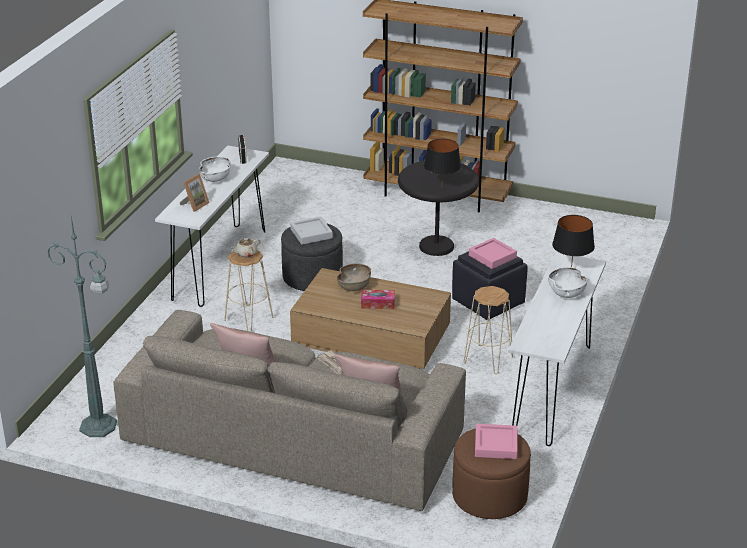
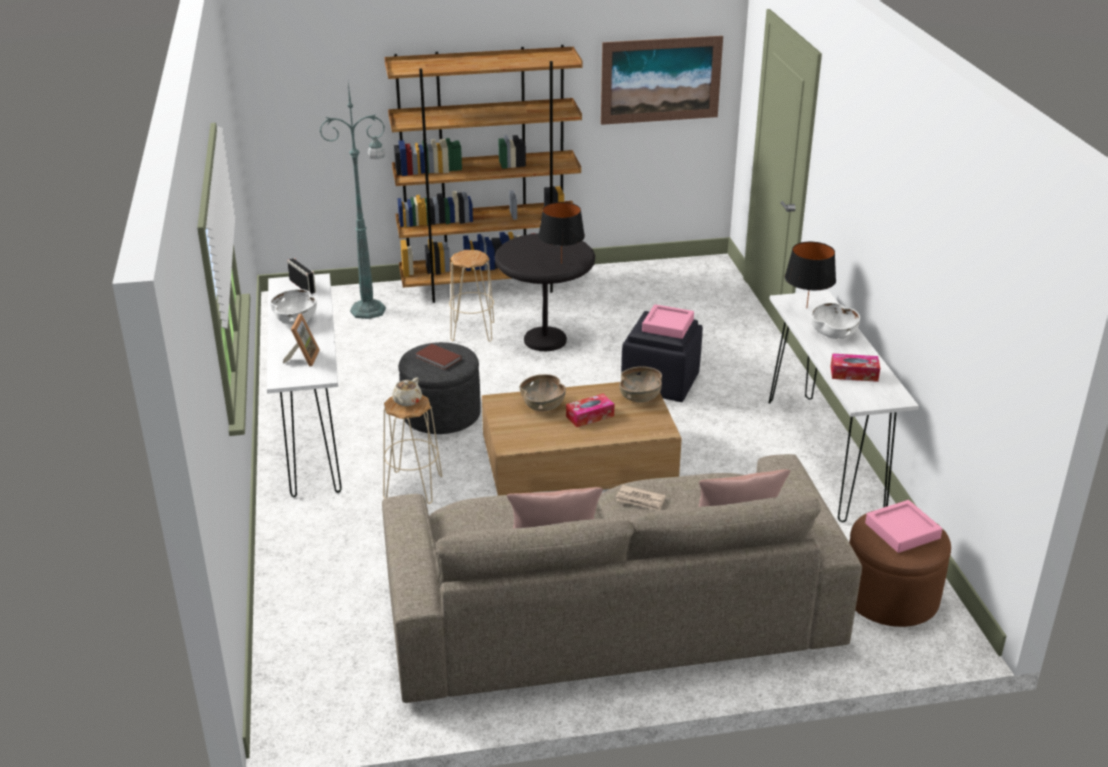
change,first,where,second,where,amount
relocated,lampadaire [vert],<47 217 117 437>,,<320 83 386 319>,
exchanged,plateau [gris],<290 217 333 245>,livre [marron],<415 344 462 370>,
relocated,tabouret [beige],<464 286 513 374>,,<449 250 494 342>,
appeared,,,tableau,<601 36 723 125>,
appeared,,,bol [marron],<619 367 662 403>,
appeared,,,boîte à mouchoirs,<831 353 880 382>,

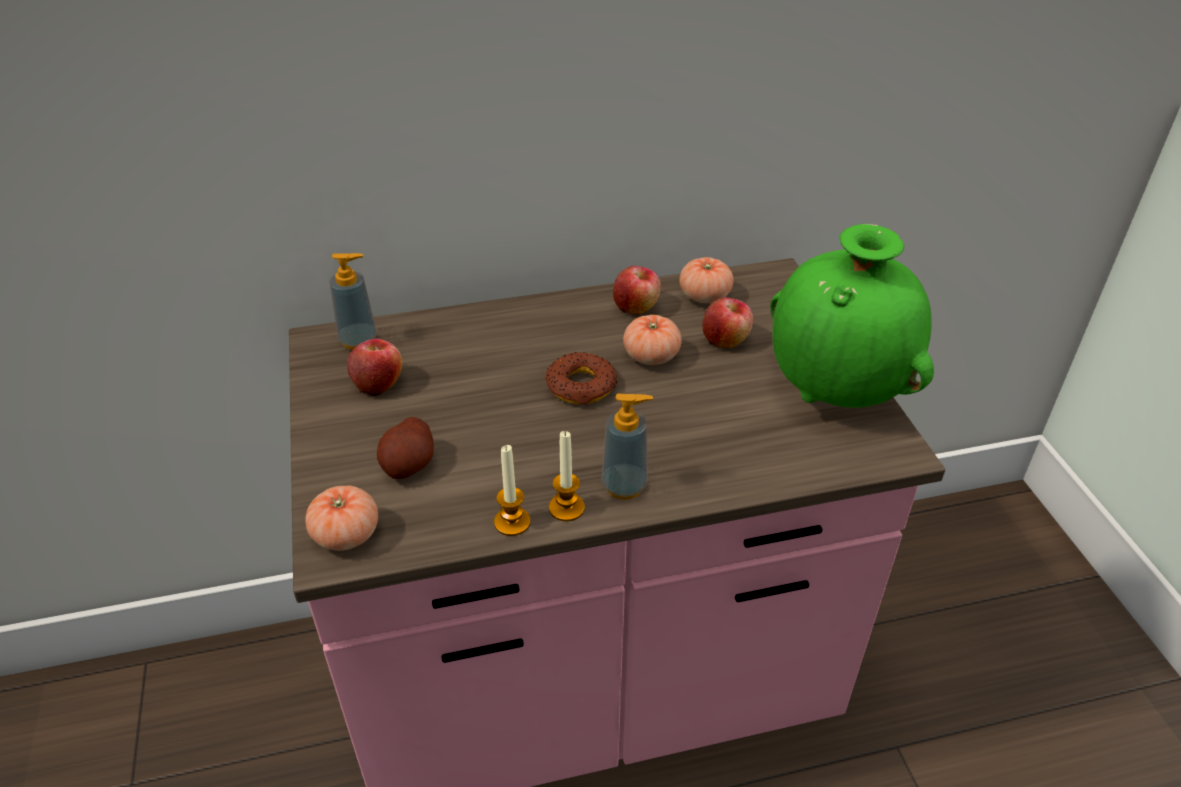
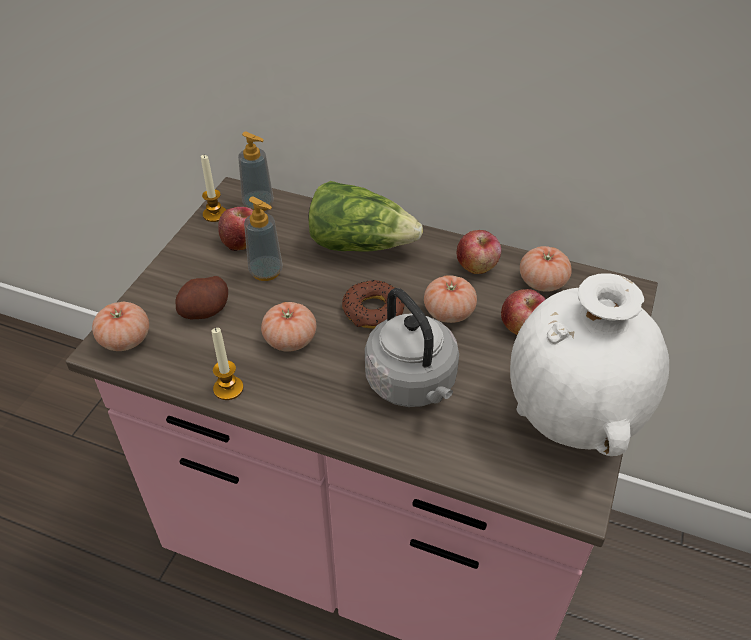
change,first,where,second,where,amount
relocated,bougie,<549 431 585 521>,,<201 155 226 222>,
relocated,distributeur de savon,<601 394 653 500>,,<244 197 283 281>,
appeared,,,tomate,<261 302 316 352>,
appeared,,,laitue,<308 181 423 252>,
appeared,,,bouilloire [gris],<365 288 459 407>,
colour,vase [vert],<770 224 934 408>,vase [blanc],<510 273 669 456>,

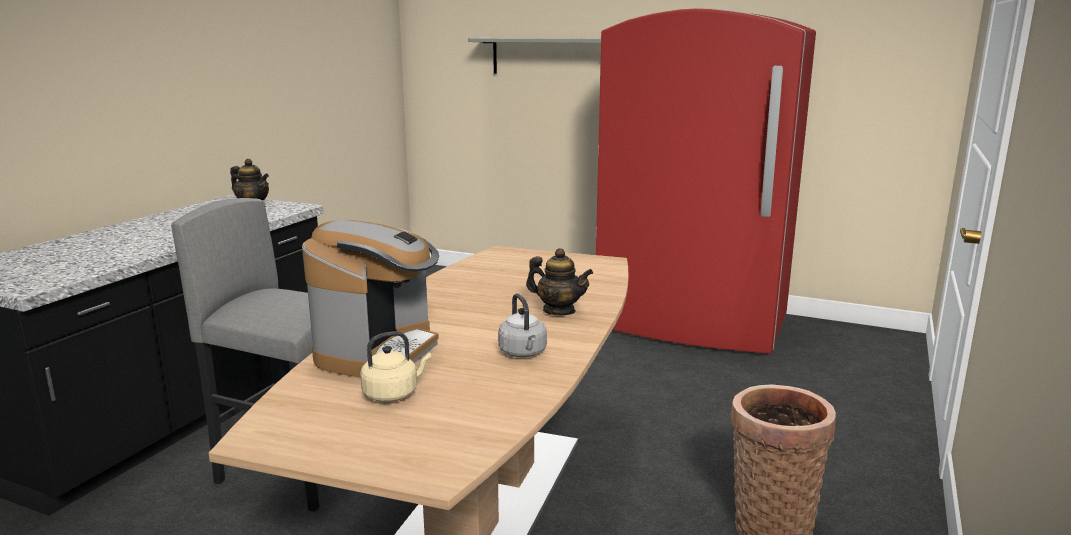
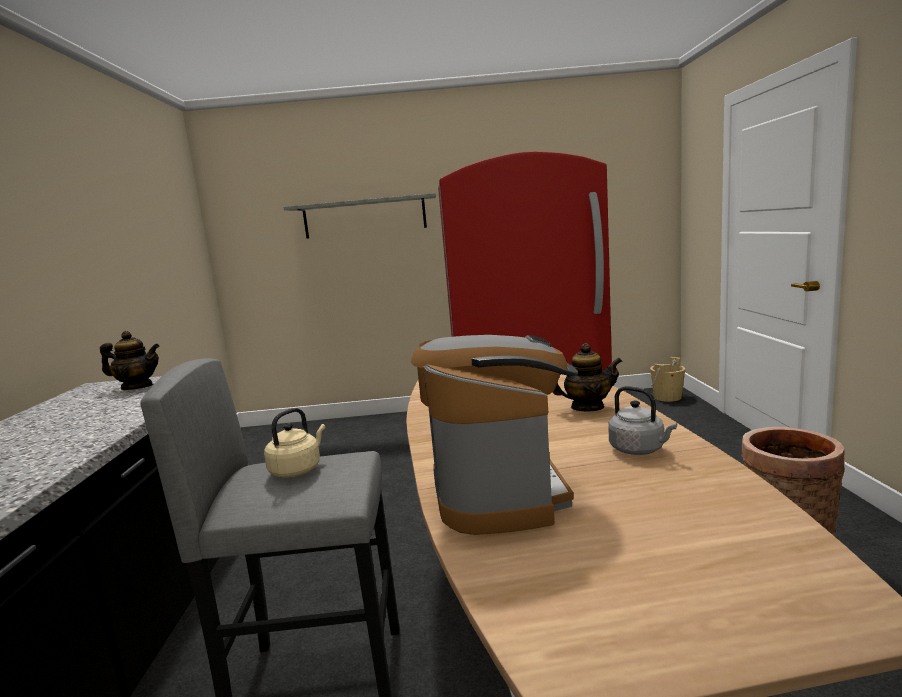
change,first,where,second,where,amount
relocated,bouilloire [beige],<360 331 431 402>,,<264 408 325 478>,
appeared,,,seau [beige],<650 357 685 402>,

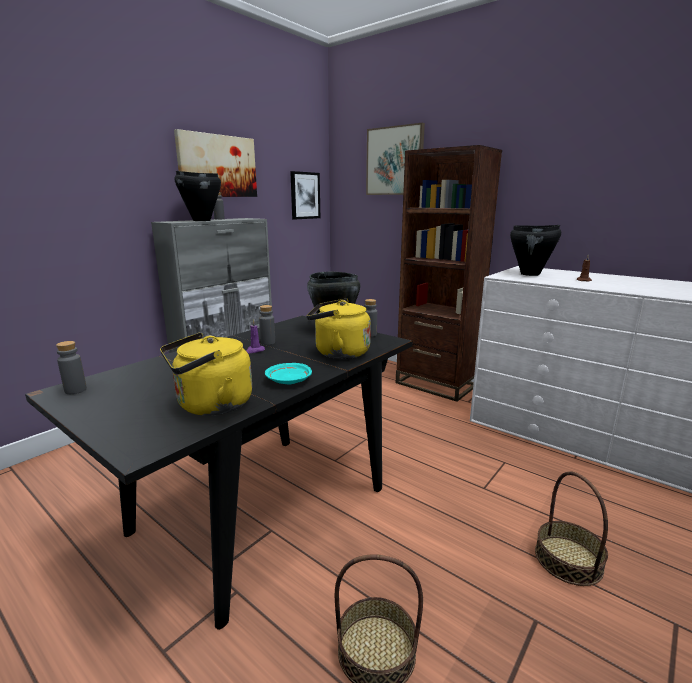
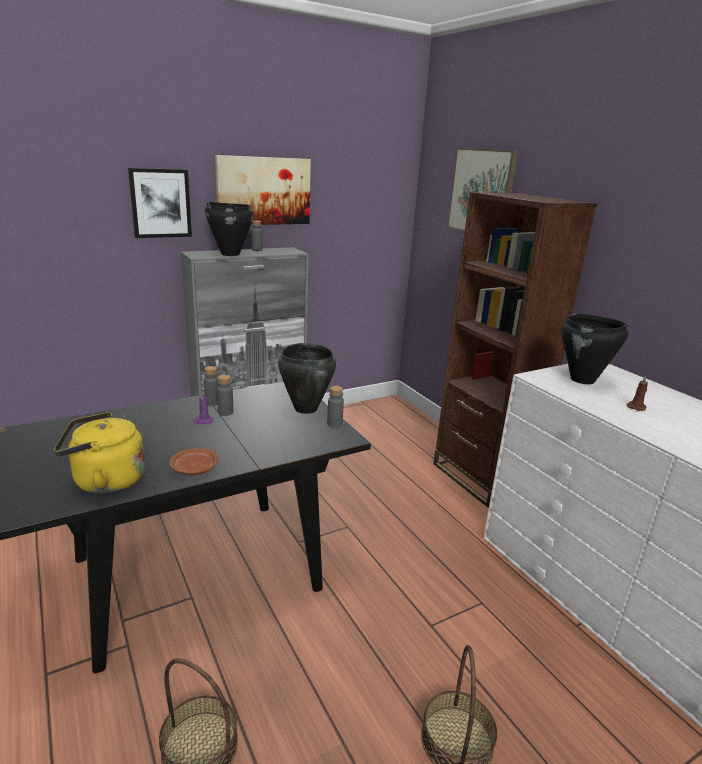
change,first,where,second,where,amount
relocated,tableau,<290 171 320 219>,,<128 168 192 238>,
colour,assiette [turquoise],<265 363 312 384>,assiette [marron],<169 448 218 475>,
relocated,bouteille [gris],<56 341 87 394>,,<204 366 219 406>,
missing,bouilloire [jaune],<306 298 371 359>,,,

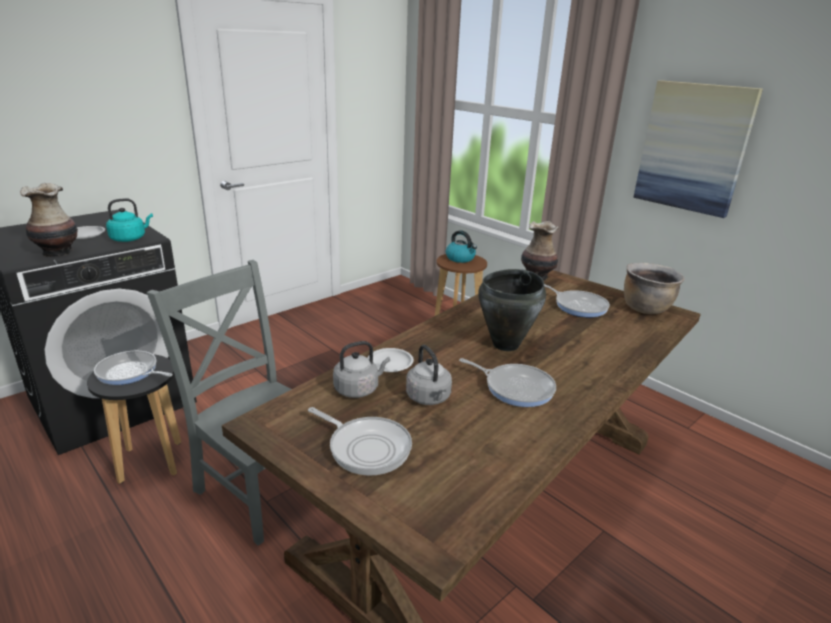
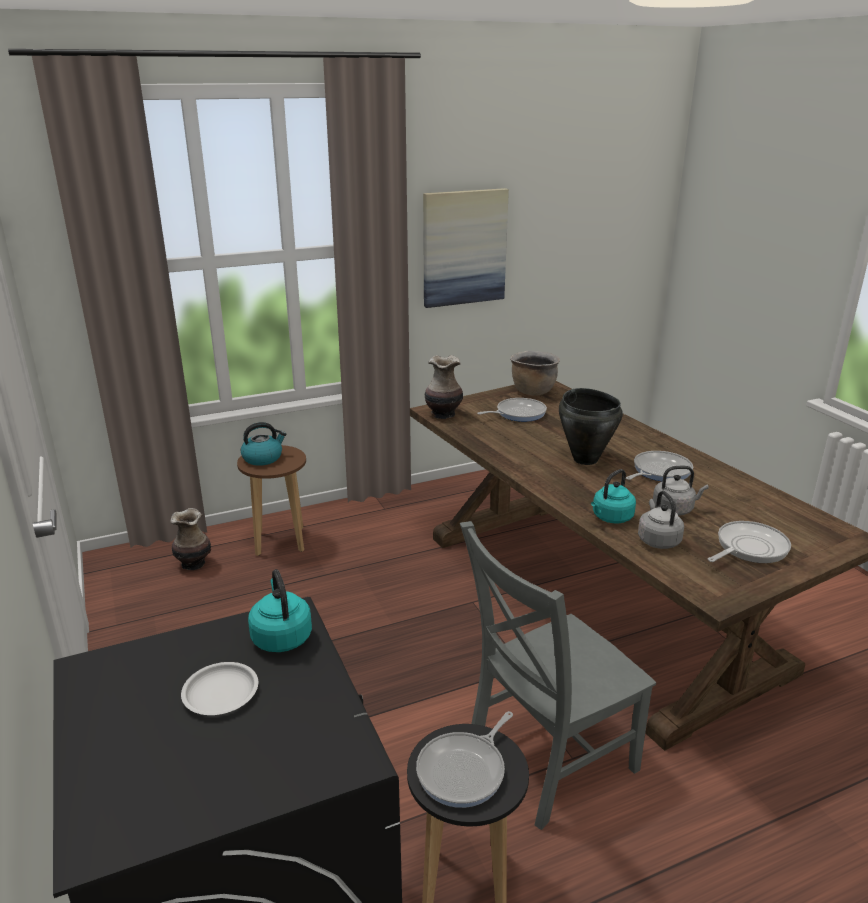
change,first,where,second,where,amount
relocated,vase,<20 183 78 257>,,<171 508 211 570>,
exchanged,assiette [blanc],<368 348 414 372>,bouilloire [turquoise],<591 469 636 523>,

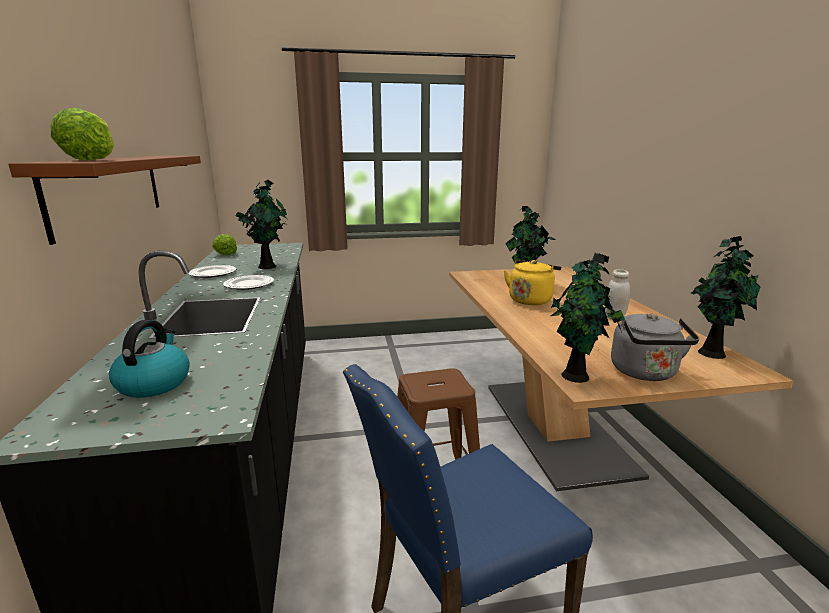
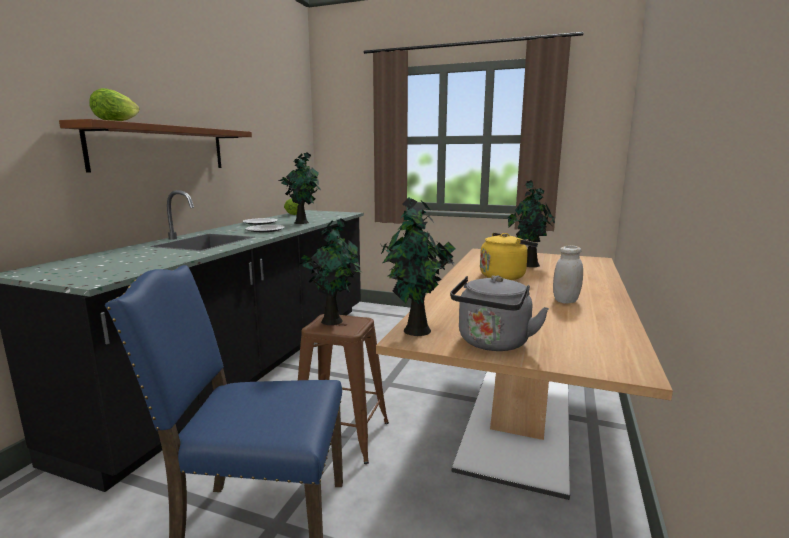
change,first,where,second,where,amount
relocated,plante en pot,<691 236 760 359>,,<300 218 362 325>,
missing,bouilloire,<109 320 190 398>,,,

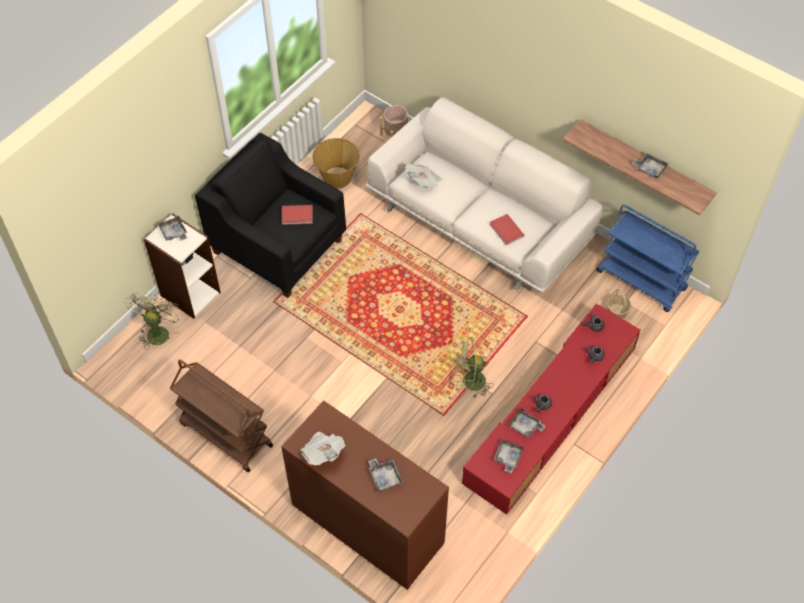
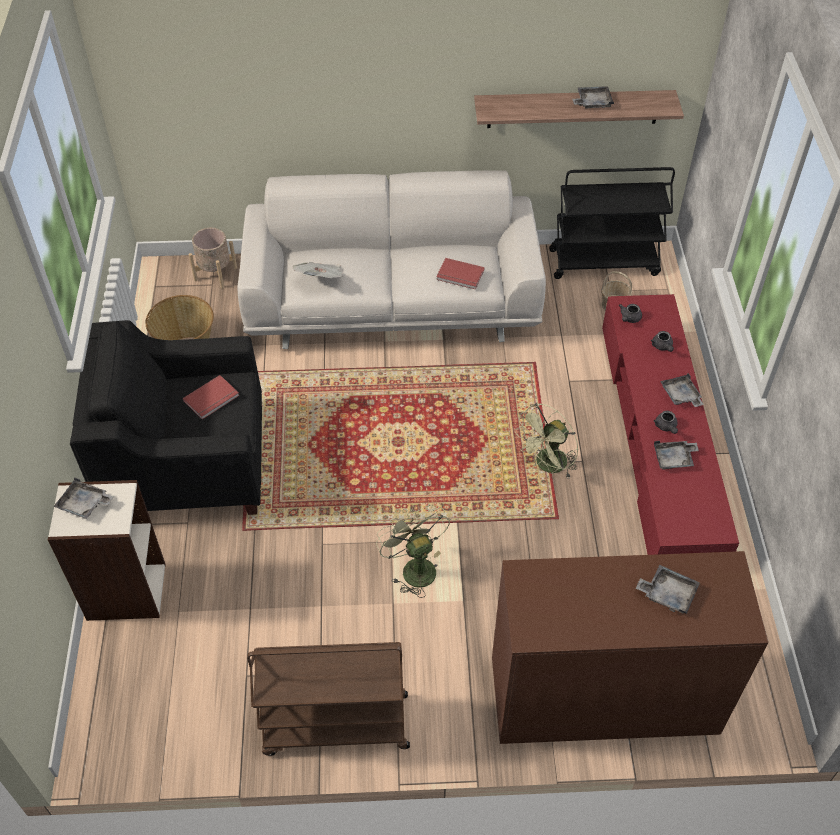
change,first,where,second,where,amount
relocated,ventilateur [vert],<130 292 181 349>,,<376 504 450 598>,
colour,chariot [bleu],<597 204 699 312>,chariot [noir],<549 167 675 279>,
relocated,plateau [gris],<493 439 524 473>,,<660 373 704 407>,
missing,journal,<301 432 345 465>,,,

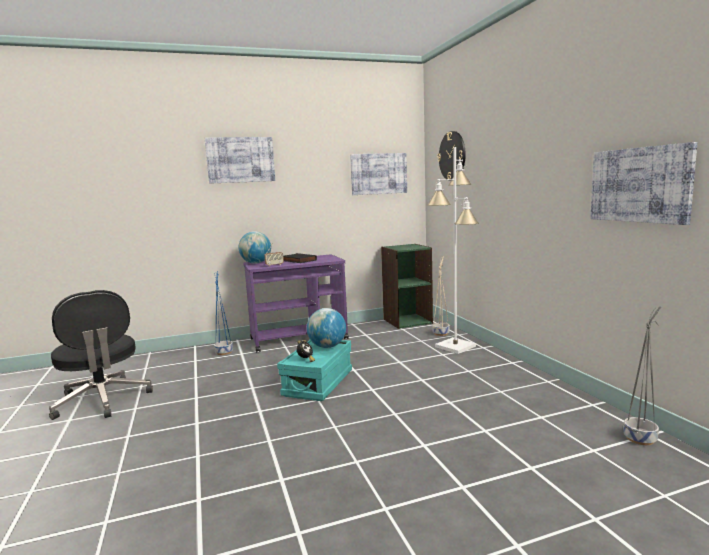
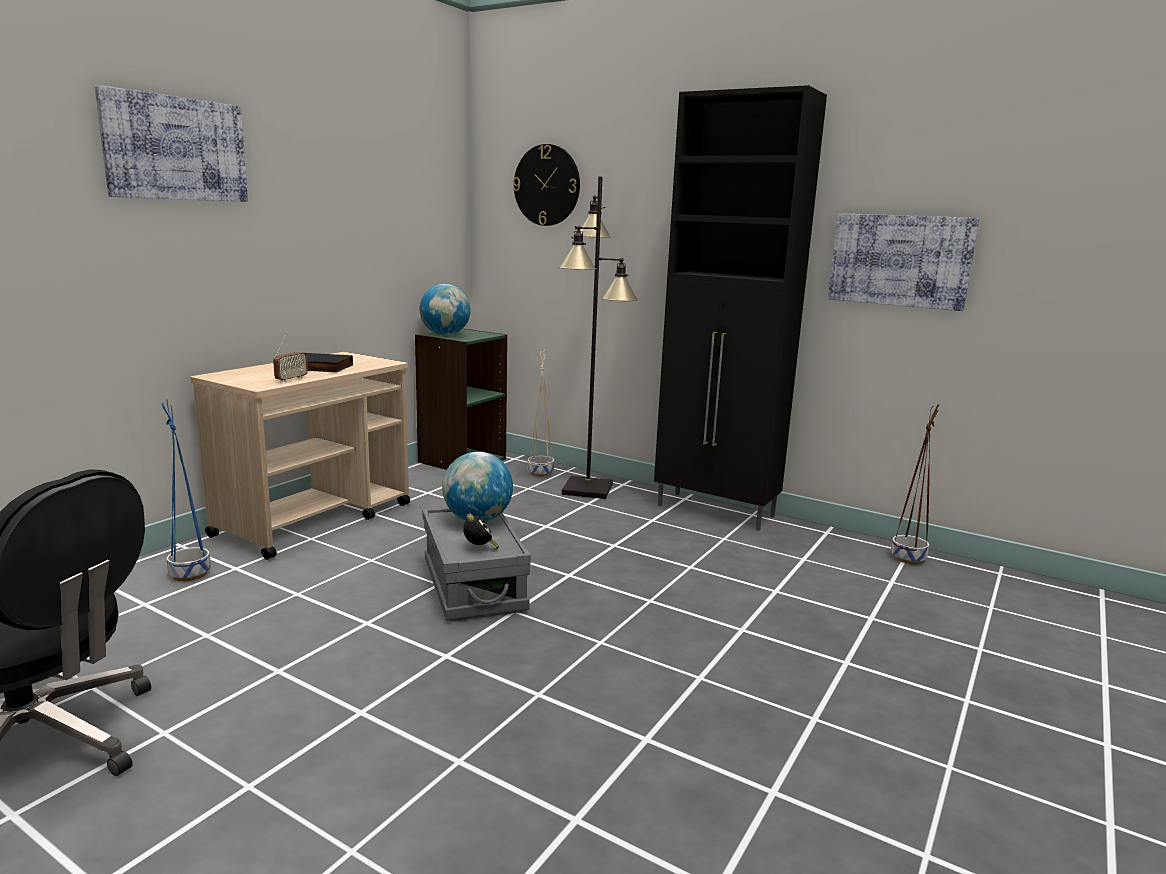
change,first,where,second,where,amount
colour,chariot [violet],<243 254 349 353>,chariot [beige],<190 352 410 560>,
relocated,globe,<239 231 271 264>,,<420 284 471 335>,
colour,boîte de rangement [turquoise],<277 340 352 401>,boîte de rangement [gris],<422 508 531 621>,
colour,lampadaire [blanc],<427 147 479 354>,lampadaire [noir],<559 176 638 499>,
appeared,,,meuble de rangement [noir],<654 85 827 531>,
colour,cache-pot [gris],<623 307 661 445>,cache-pot [marron],<891 405 939 564>,
missing,tableau,<350 153 407 195>,,,

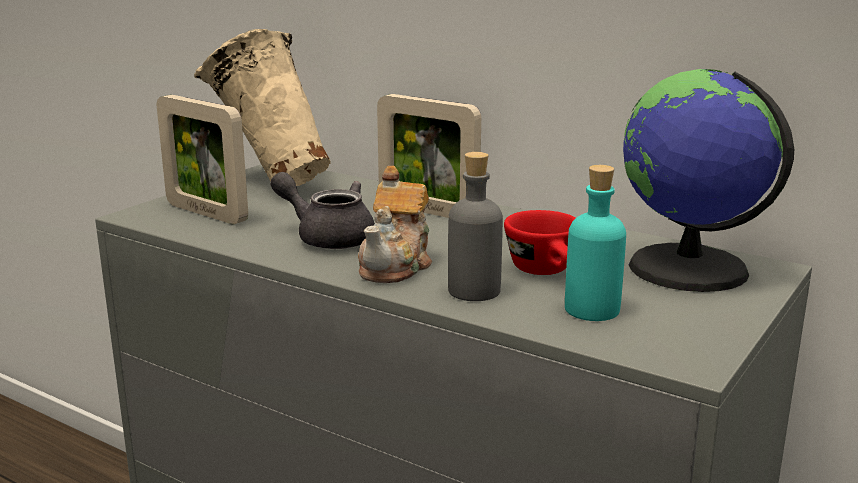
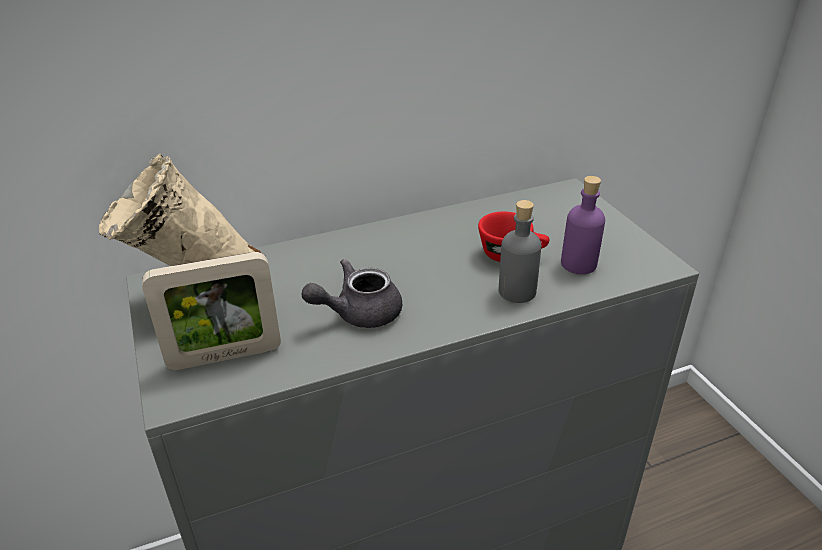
change,first,where,second,where,amount
colour,bouteille [turquoise],<565 165 626 321>,bouteille [violet],<561 176 605 274>,
missing,théière,<358 166 432 283>,,,
missing,cadre photo,<377 94 481 218>,,,
missing,globe,<623 69 794 292>,,,

